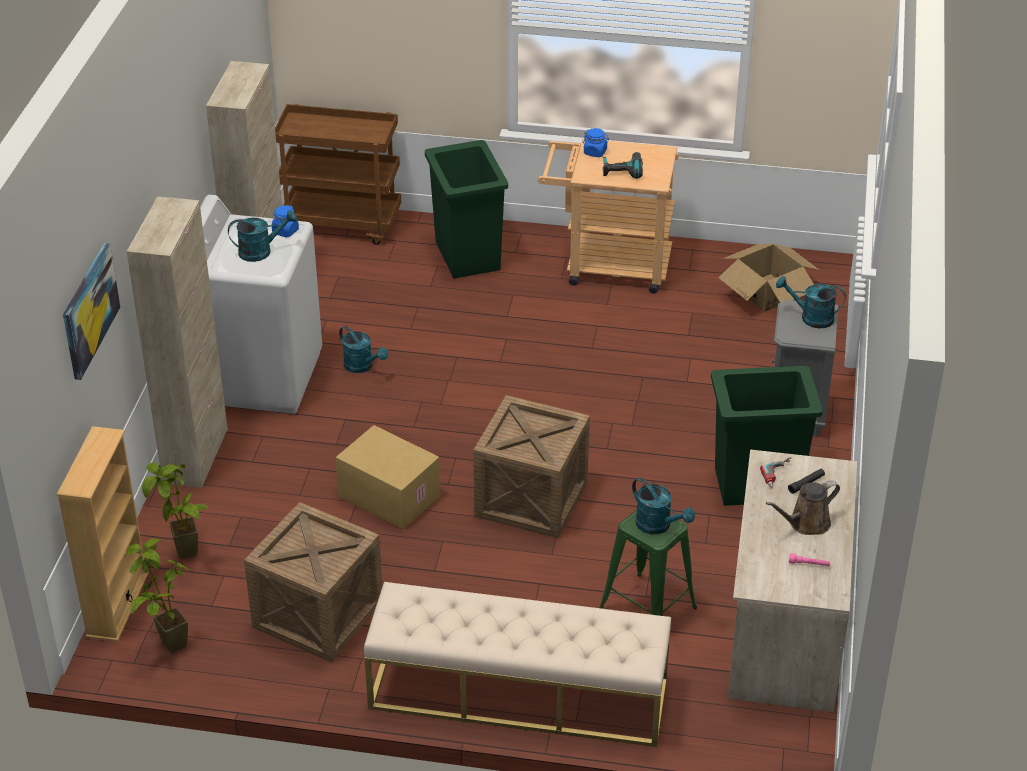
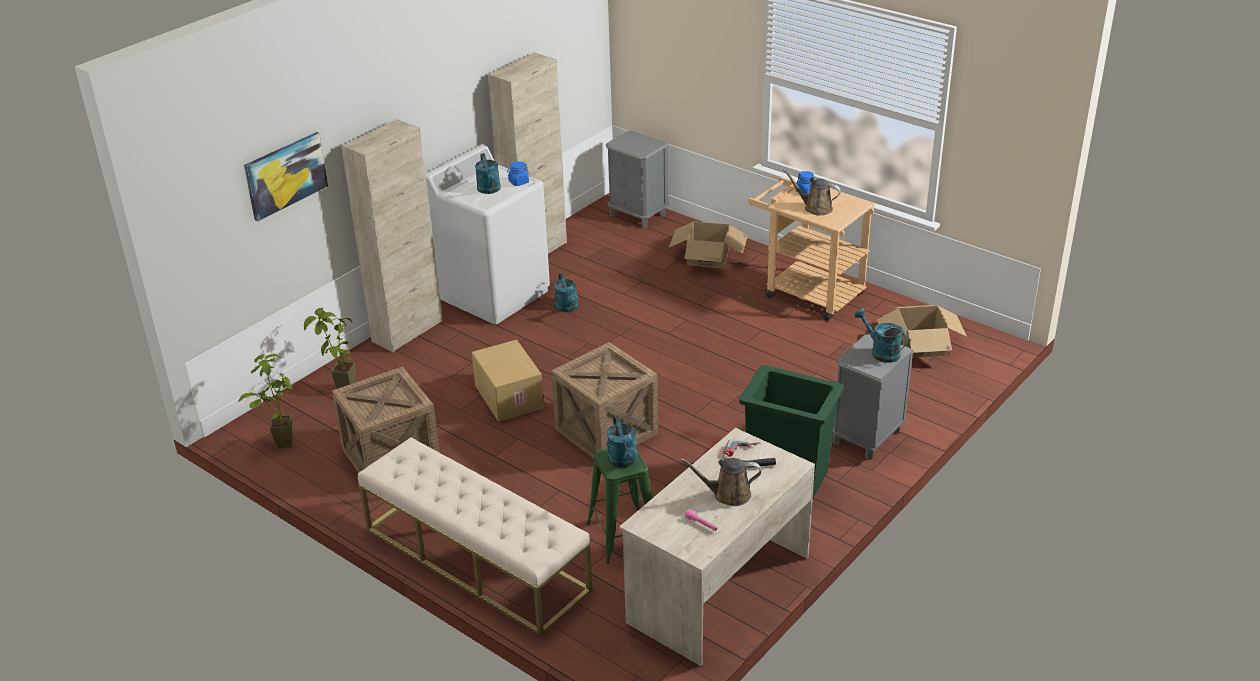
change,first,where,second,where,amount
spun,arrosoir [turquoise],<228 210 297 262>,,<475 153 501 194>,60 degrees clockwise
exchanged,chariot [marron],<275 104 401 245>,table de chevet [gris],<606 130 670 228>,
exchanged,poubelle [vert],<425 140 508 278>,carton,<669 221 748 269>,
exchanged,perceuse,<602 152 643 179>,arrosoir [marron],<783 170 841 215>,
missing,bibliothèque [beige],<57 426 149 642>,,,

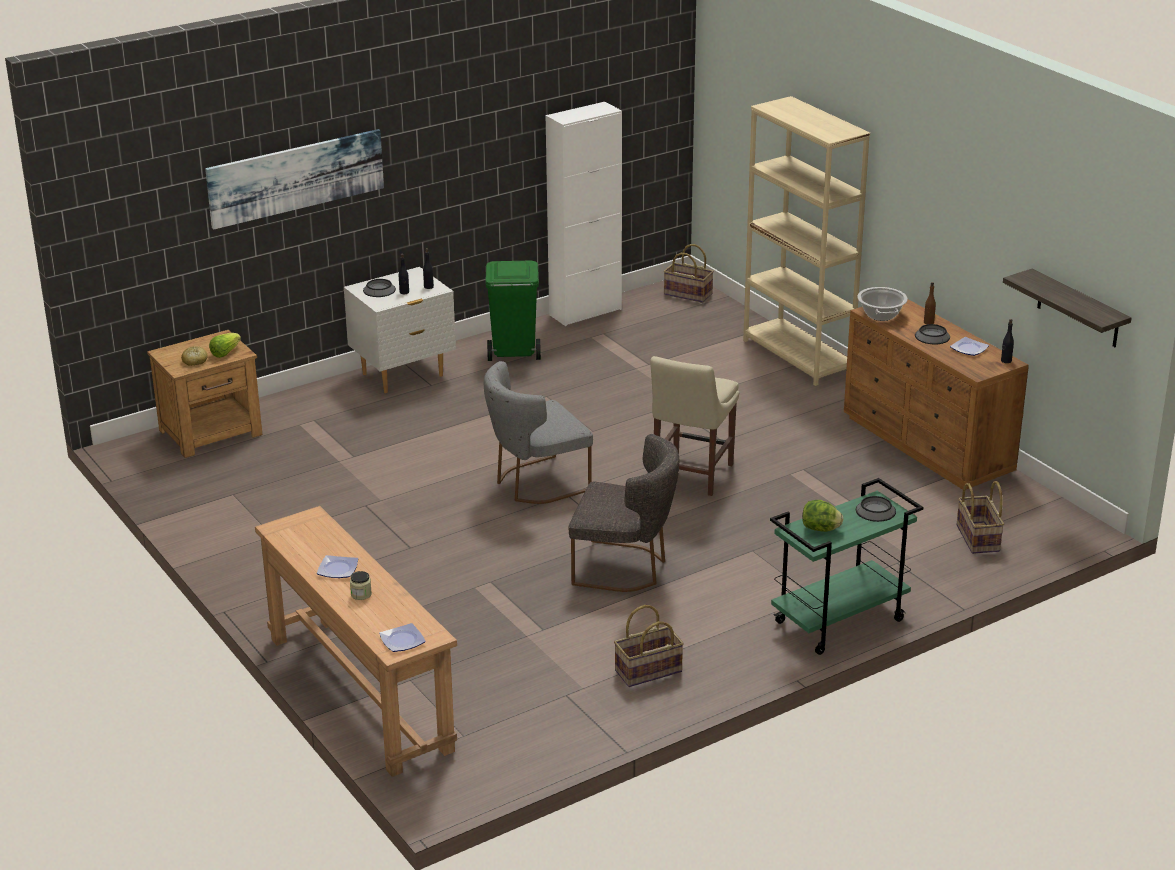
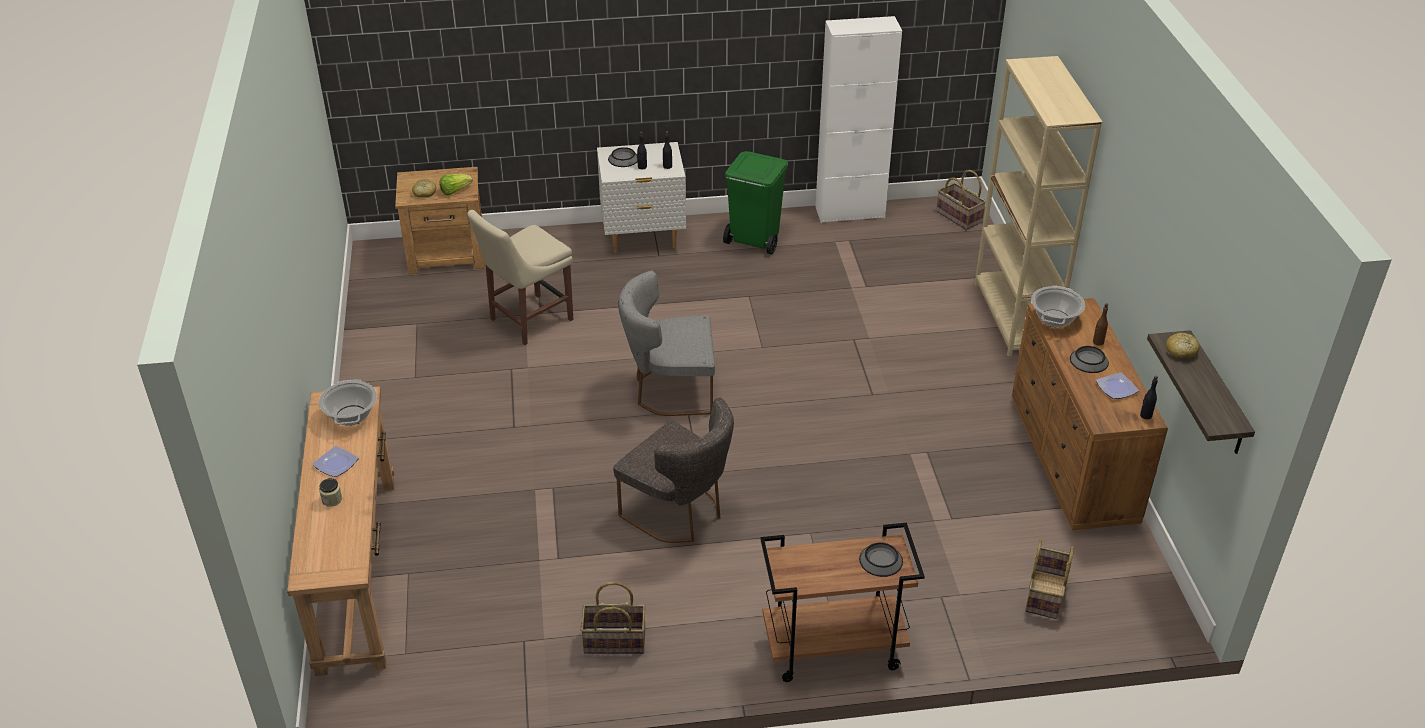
change,first,where,second,where,amount
appeared,,,marmite,<319 379 377 426>,
relocated,chaise [beige],<650 356 739 496>,,<467 210 573 345>,
colour,chariot [vert],<770 478 923 655>,chariot [marron],<760 523 925 682>,
appeared,,,pain,<1166 333 1199 359>,
missing,tableau,<205 129 384 229>,,,
missing,assiette,<379 623 426 652>,,,
missing,laitue,<802 500 844 532>,,,

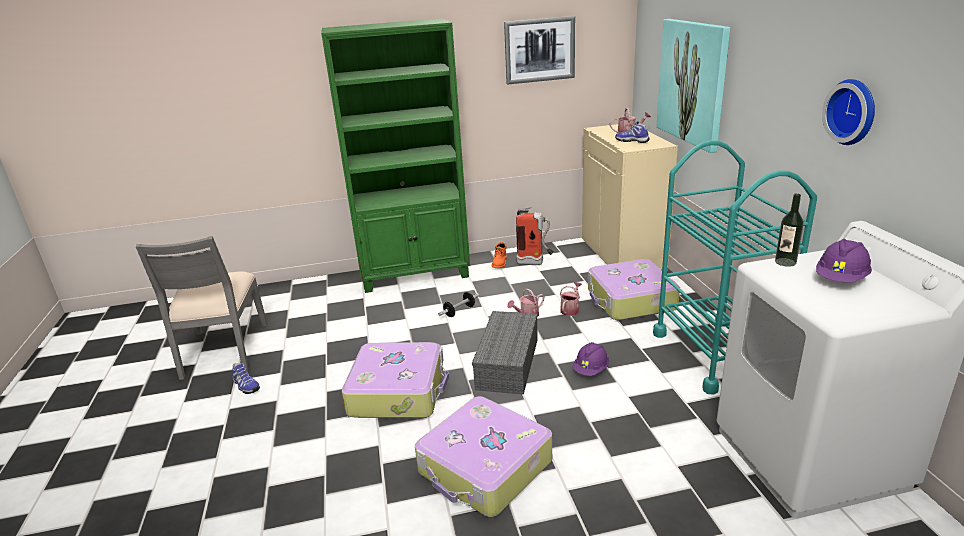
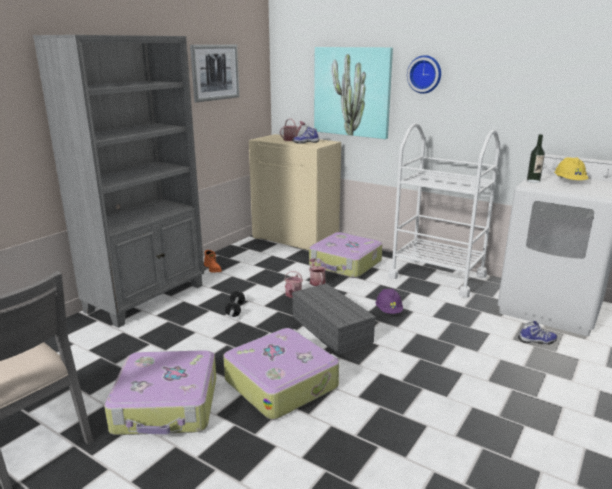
change,first,where,second,where,amount
colour,bibliothèque [vert],<321 18 470 293>,bibliothèque [gris],<33 35 204 328>,
relocated,valise,<415 396 552 517>,,<104 350 216 435>,
colour,chariot [turquoise],<653 140 817 394>,chariot [blanc],<388 123 500 298>,
relocated,horloge murale,<822 79 875 145>,,<407 55 441 94>,
relocated,chaussure,<232 363 260 394>,,<518 321 557 344>,
colour,casque de chantier [violet],<816 239 872 283>,casque de chantier [jaune],<554 157 588 180>,
missing,extincteur,<516 207 554 265>,,,

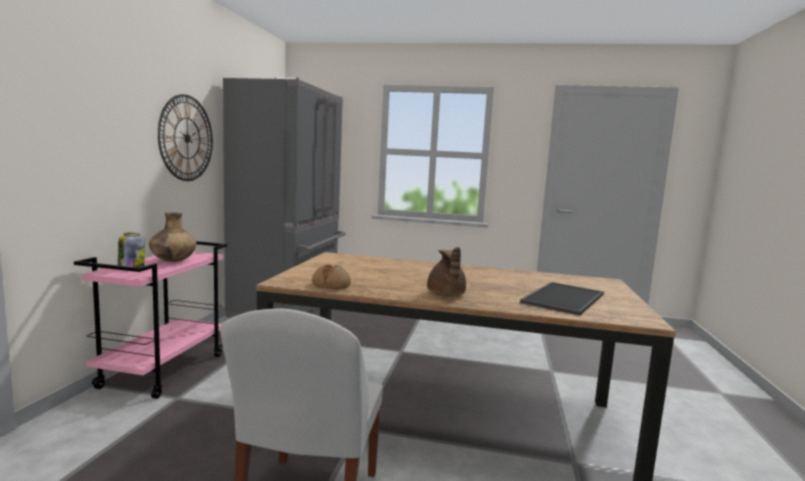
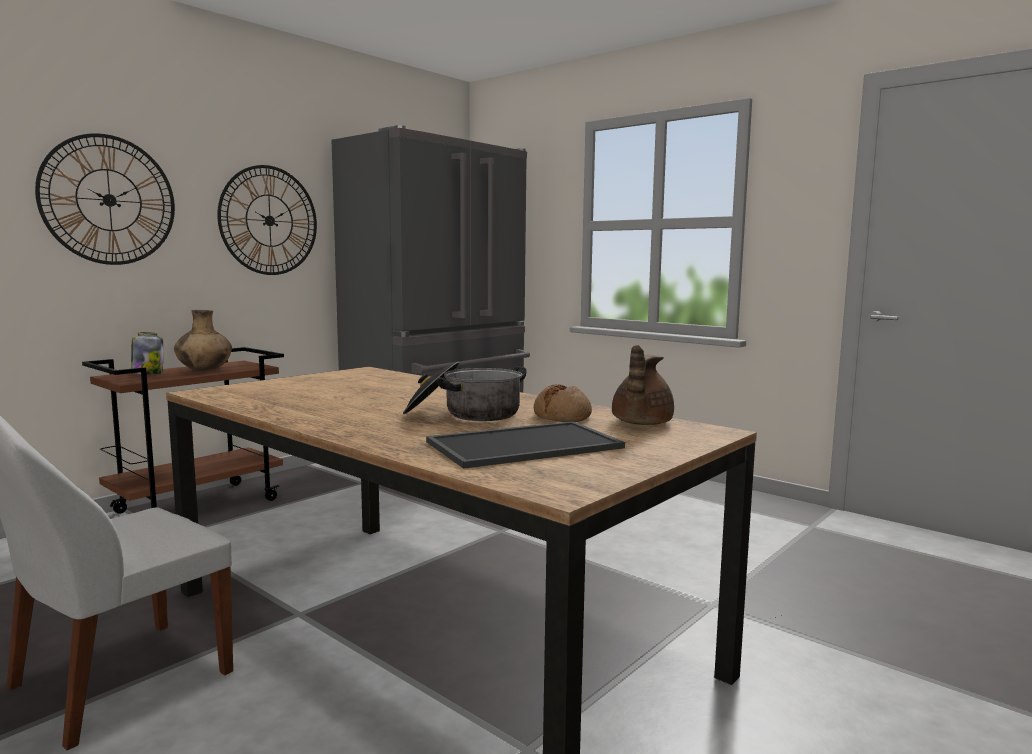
change,first,where,second,where,amount
appeared,,,horloge murale,<35 133 175 265>,
colour,chariot [rose],<74 241 227 399>,chariot [marron],<82 347 284 514>,
appeared,,,marmite,<403 361 526 421>,
relocated,pain,<312 264 351 289>,,<533 384 592 422>,
relocated,théière [marron],<427 247 466 296>,,<612 345 674 425>,

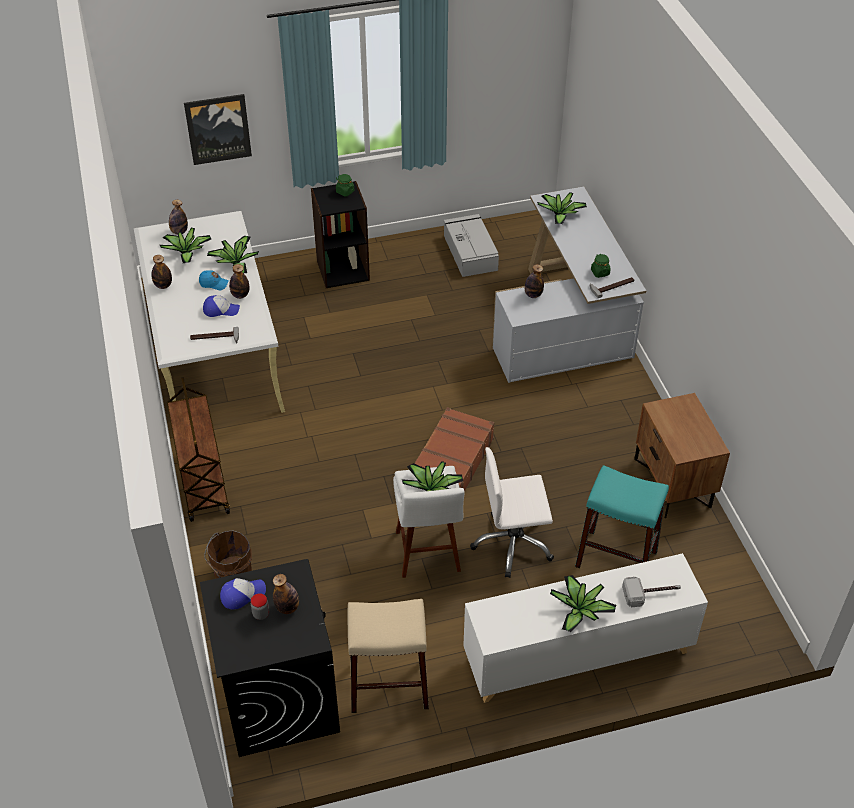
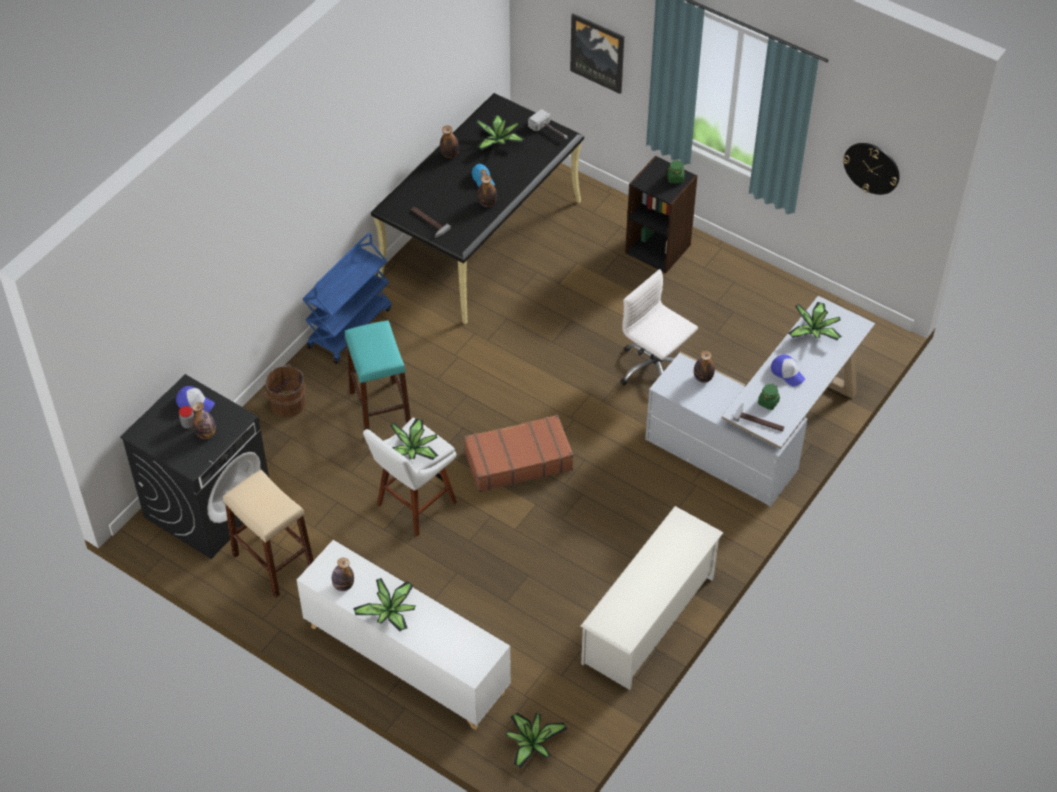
change,first,where,second,where,amount
colour,chariot [marron],<167 377 230 522>,chariot [bleu],<302 233 392 364>,
relocated,bouteille,<169 200 188 235>,,<332 558 354 591>,
relocated,tabouret [turquoise],<575 465 669 568>,,<345 320 411 430>,
colour,bureau [blanc],<134 211 285 413>,bureau [noir],<371 93 584 324>,
relocated,plante en pot,<207 236 259 273>,,<506 713 567 768>,
relocated,marteau,<622 577 681 607>,,<528 109 568 139>,
exchanged,table de chevet [marron],<634 393 730 518>,étagère à chaussures [blanc],<581 506 724 690>,
relocated,chaise de bureau [blanc],<470 447 554 578>,,<620 269 698 385>,
relocated,casquette,<203 295 240 317>,,<771 355 805 387>,
appeared,,,horloge murale,<843 143 900 195>,
missing,boîte de rangement [gris],<444 214 499 277>,,,

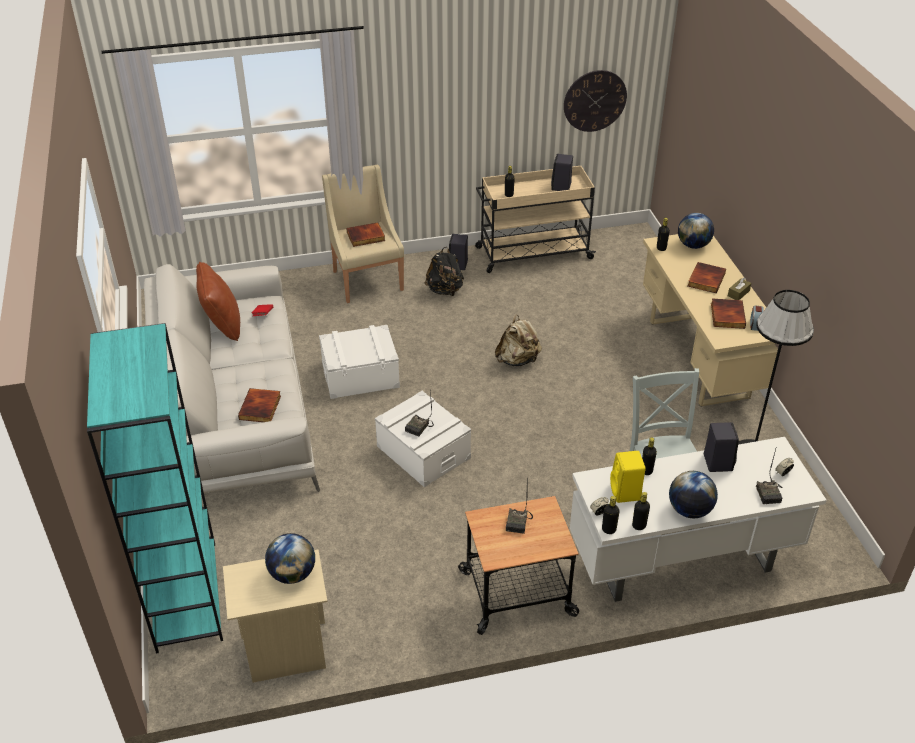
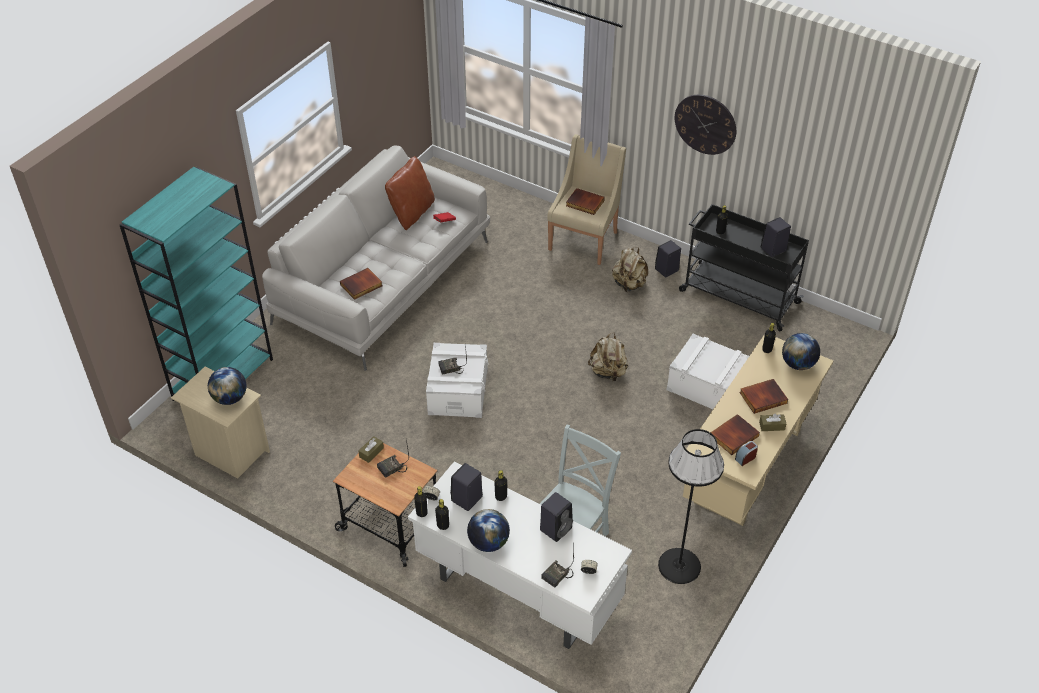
change,first,where,second,where,amount
appeared,,,boîte à mouchoirs [marron],<358 436 384 463>,
colour,enceinte [jaune],<610 451 646 503>,enceinte [noir],<450 463 483 511>,
colour,sac à dos [noir],<424 247 464 296>,sac à dos [beige],<612 247 648 292>,
relocated,boîte de rangement [blanc],<319 325 400 399>,,<667 334 749 409>,
relocated,horloge murale,<564 70 627 132>,,<675 95 736 155>,
colour,chariot [beige],<475 166 596 273>,chariot [noir],<679 204 809 331>,

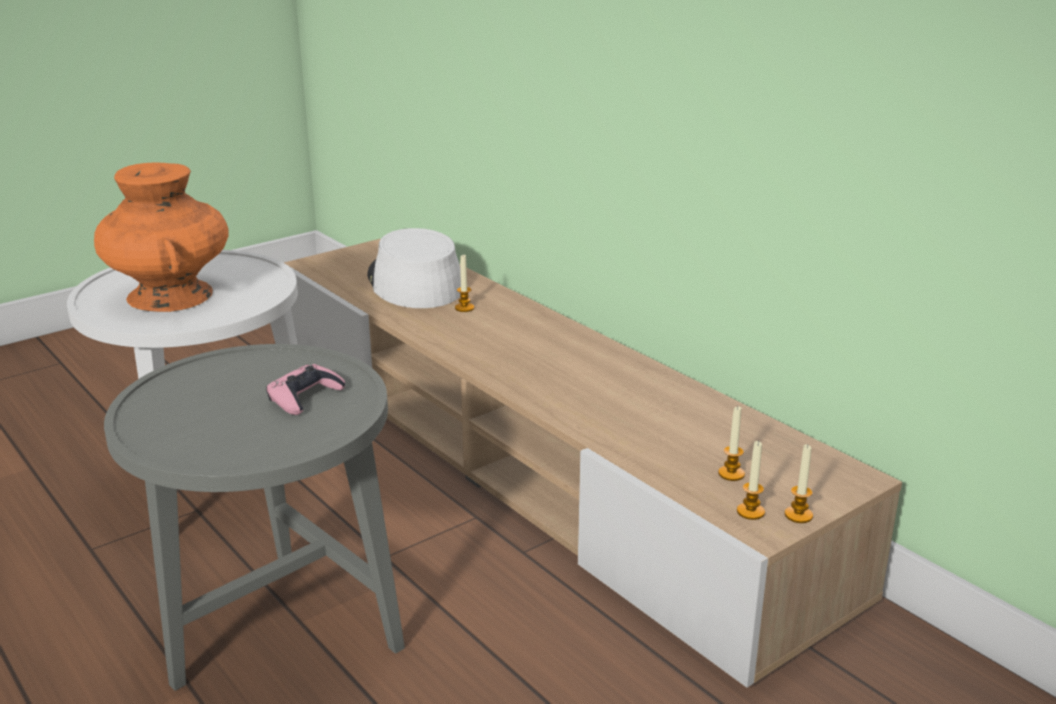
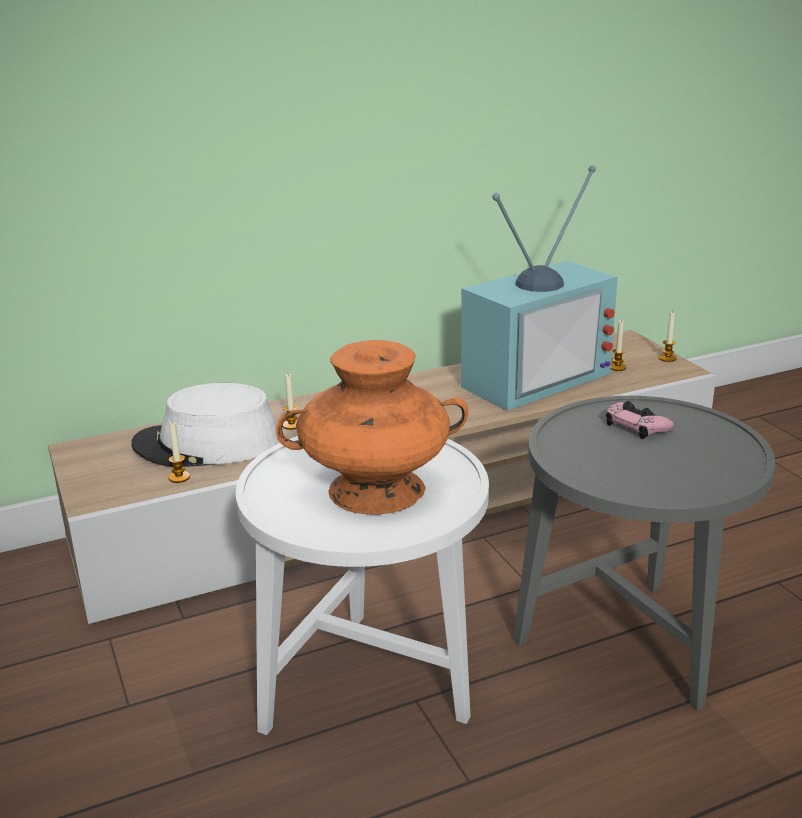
change,first,where,second,where,amount
relocated,bougie,<737 441 765 520>,,<168 422 190 483>,
appeared,,,téléviseur,<461 165 618 411>,

